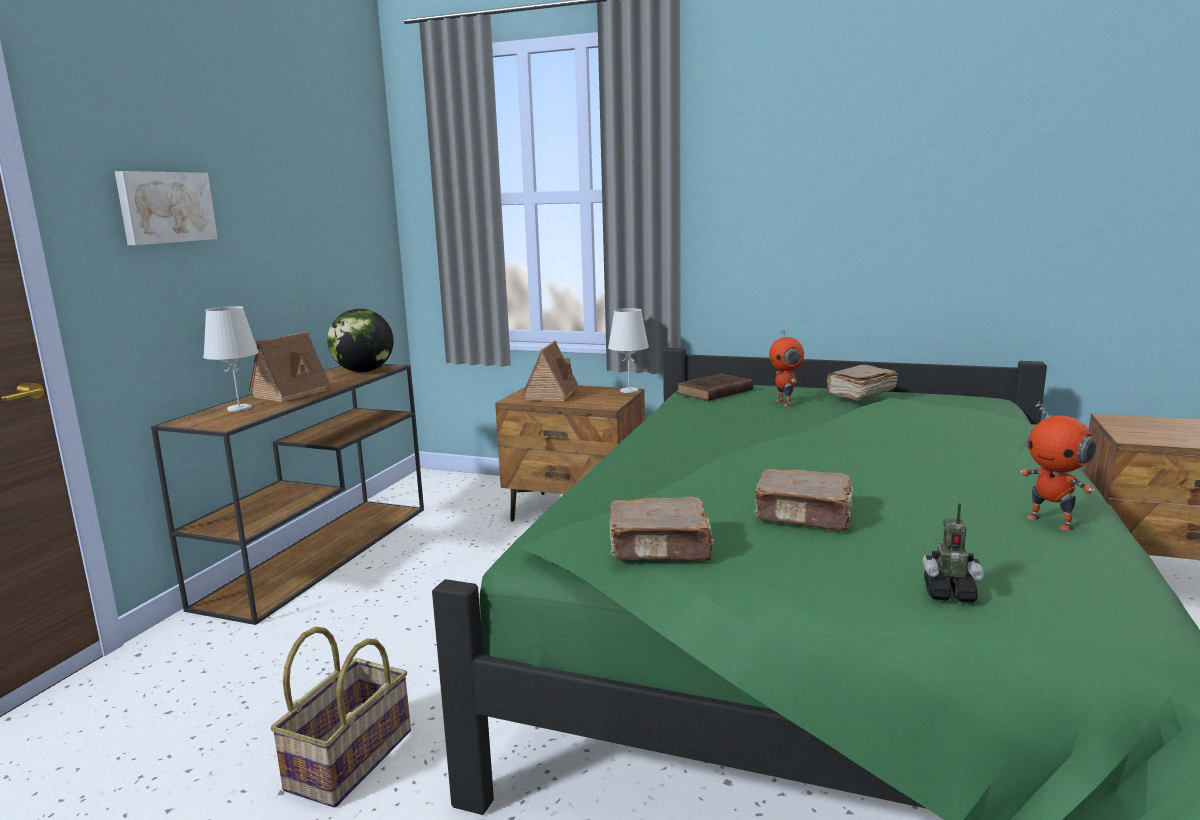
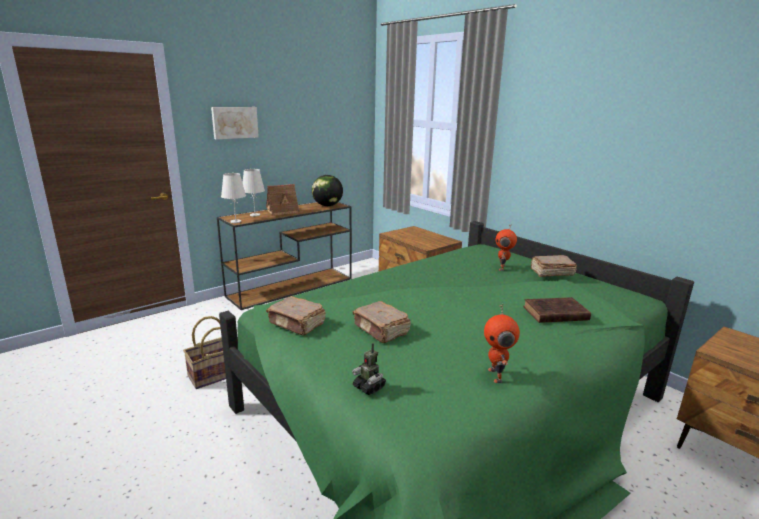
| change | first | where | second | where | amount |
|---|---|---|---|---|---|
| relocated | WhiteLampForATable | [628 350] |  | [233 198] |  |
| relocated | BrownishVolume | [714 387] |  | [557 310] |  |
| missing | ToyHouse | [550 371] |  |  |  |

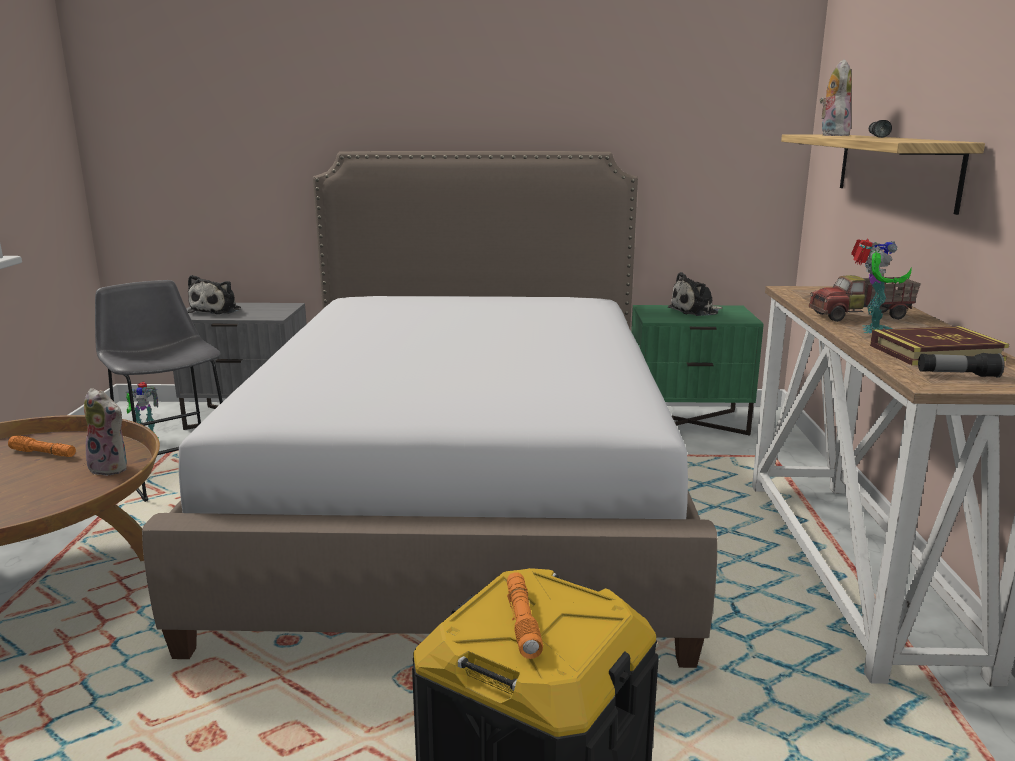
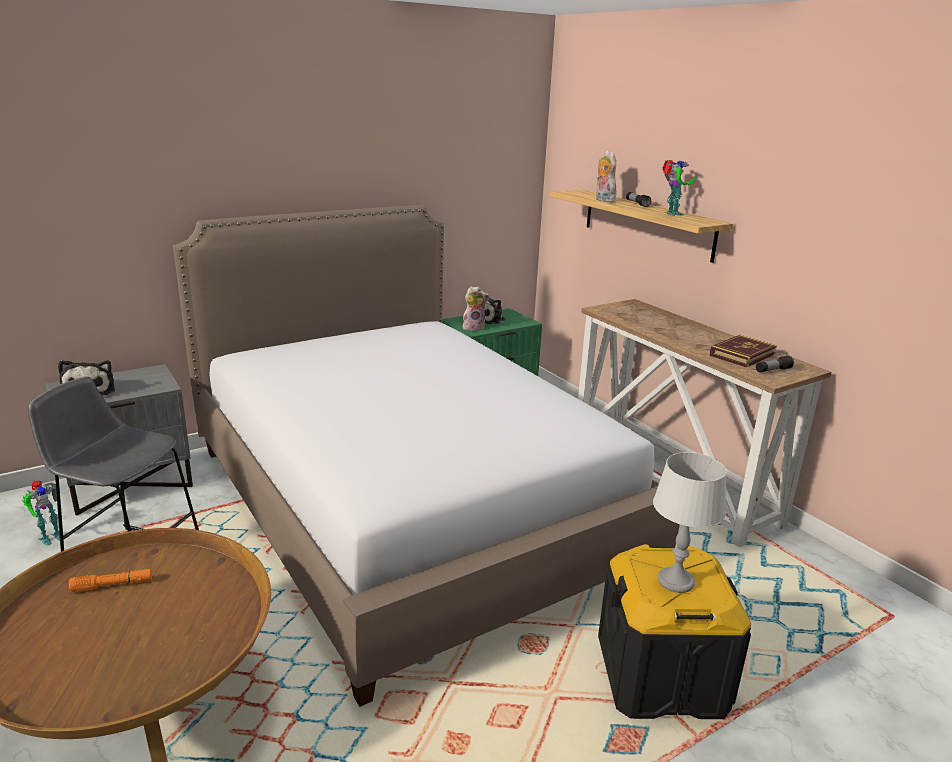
| change | first | where | second | where | amount |
|---|---|---|---|---|---|
| relocated | PlushToy | [105 432] |  | [476 308] |  |
| exchanged | OrangeColouredTorch | [525 615] | GreyishLampForATable | [690 522] |  |
| relocated | ModelRobot | [881 286] |  | [678 188] |  |
| missing | ToyTruck | [865 298] |  |  |  |

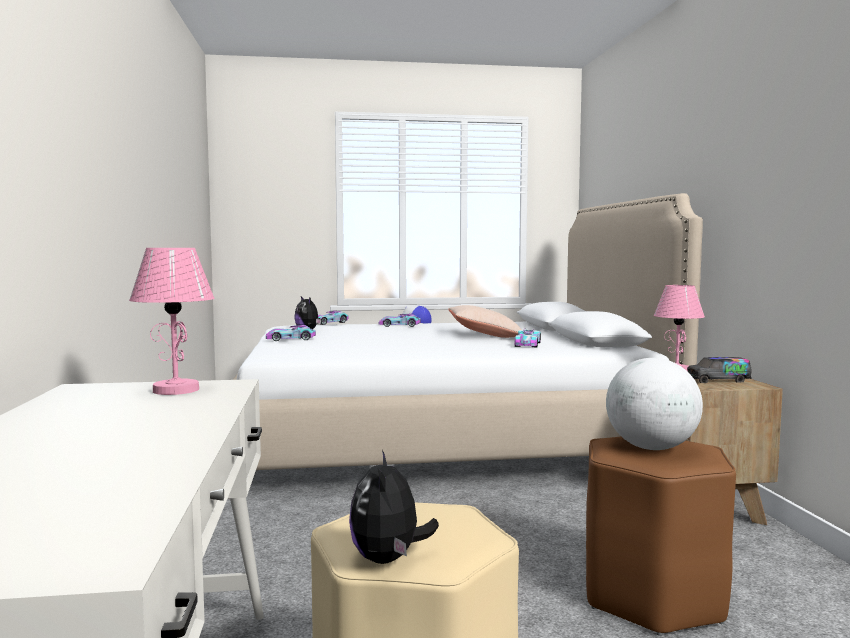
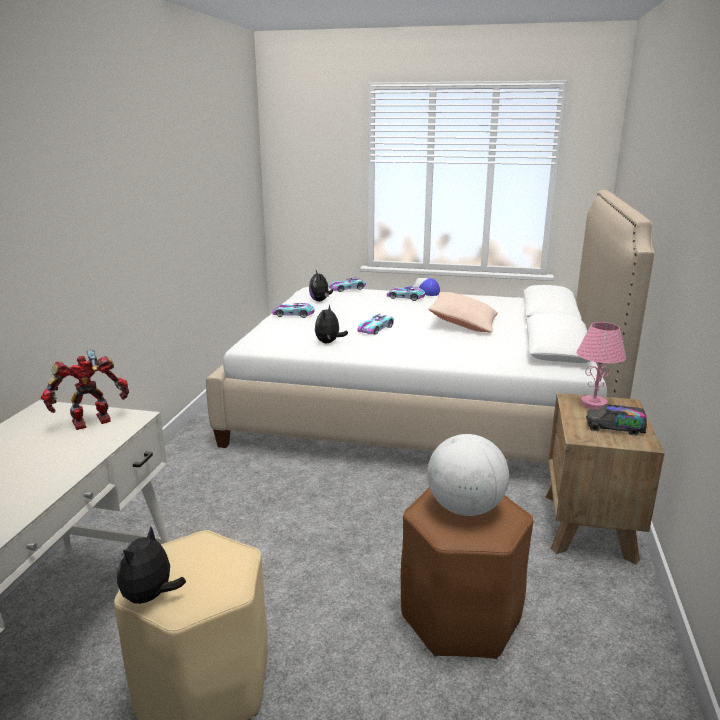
| change | first | where | second | where | amount |
|---|---|---|---|---|---|
| exchanged | PinkLampForATable | [172 321] | ModelRobot | [85 390] |  |
| appeared |  |  | PlushToy | [331 324] |  |
| relocated | MiniatureCar | [527 338] |  | [375 324] |  |

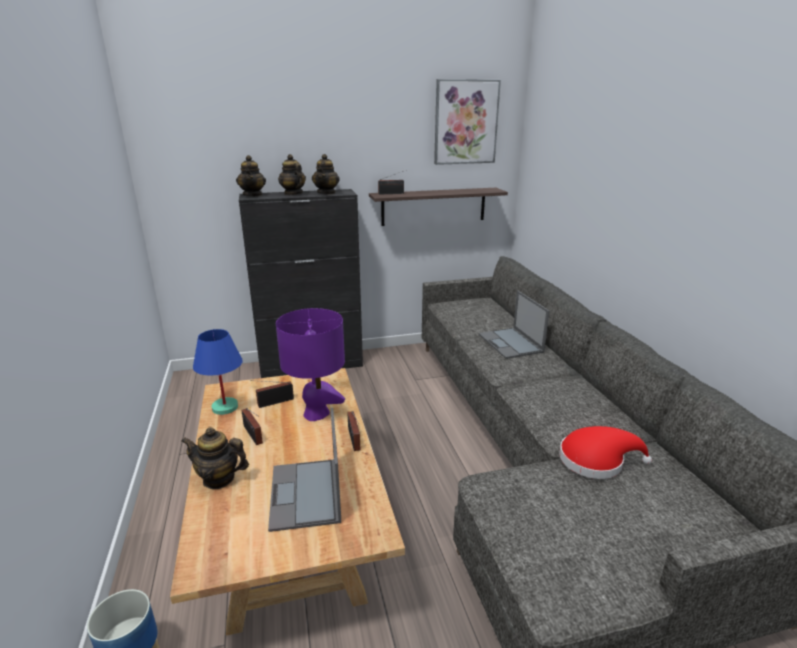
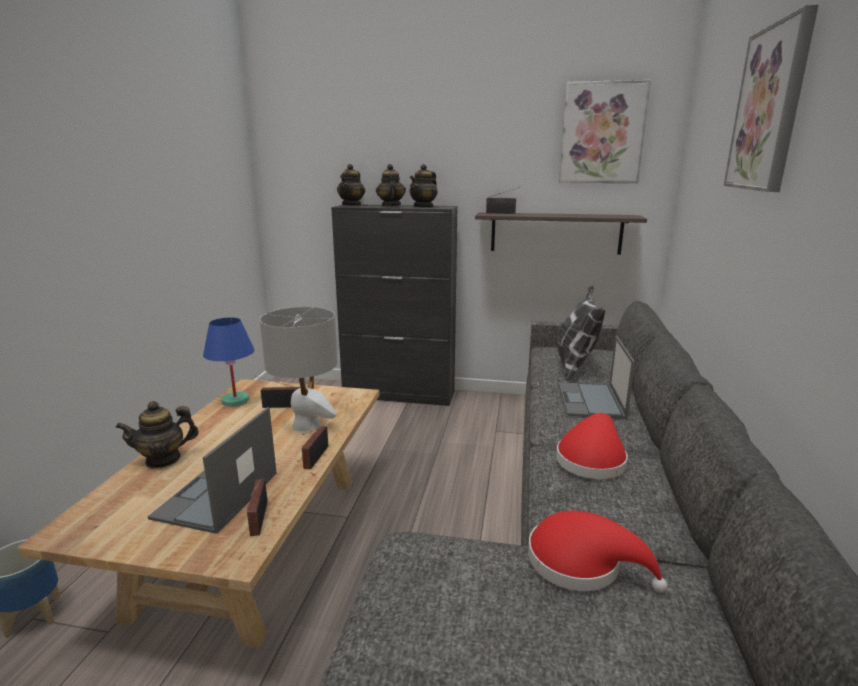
| change | first | where | second | where | amount |
|---|---|---|---|---|---|
| spun | PotForTea | [215 458] |  | [157 434] | 60 degrees counterclockwise |
| relocated | RadioReceiver | [252 426] |  | [257 507] |  |
| colour | PurpleColouredLampForATable | [310 364] | GreyishLampForATable | [299 369] |  |
| appeared |  |  | ReddishClothingHat | [592 446] |  |
| appeared |  |  | Cushion | [581 333] |  |
| appeared |  |  | WallArt | [771 98] |  |

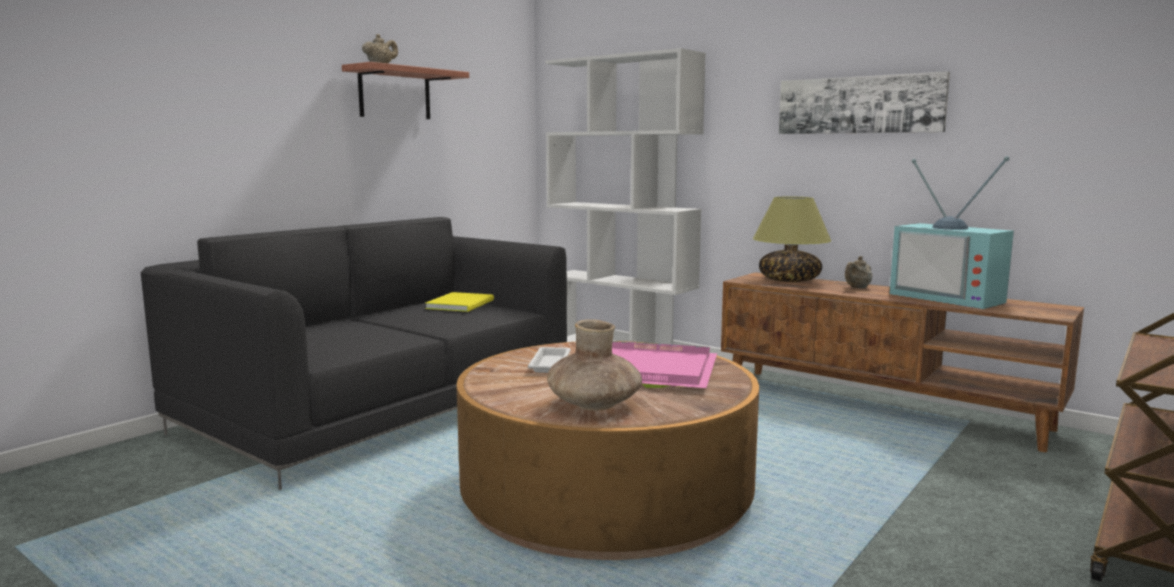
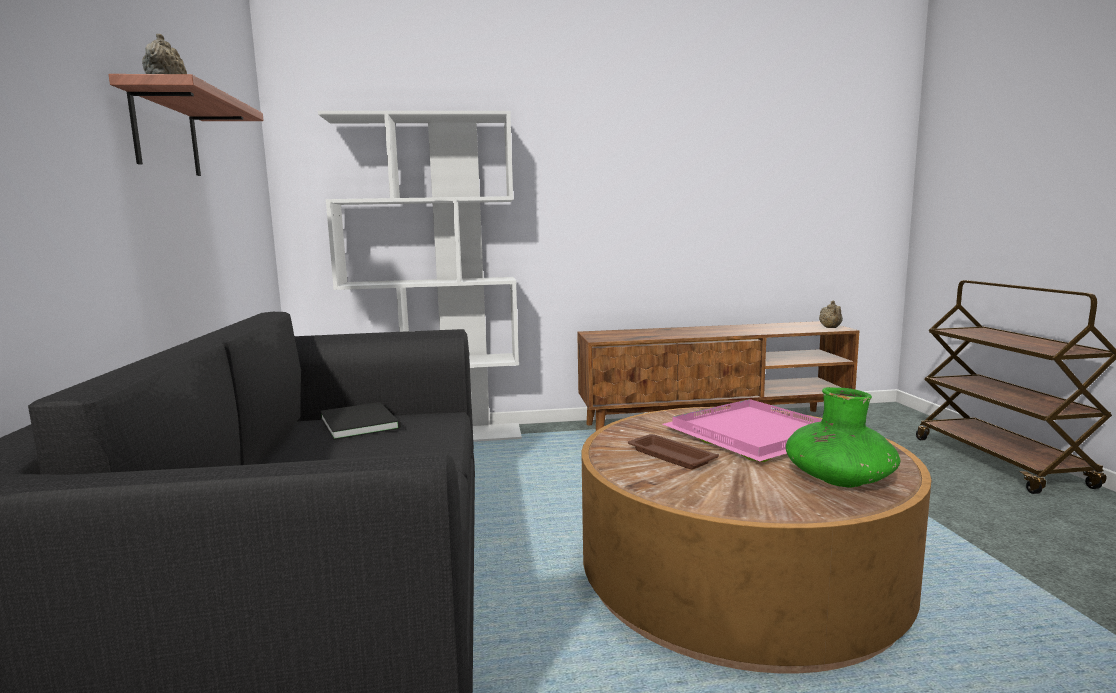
| change | first | where | second | where | amount |
|---|---|---|---|---|---|
| colour | YellowVolume | [459 302] | BlackishVolume | [360 421] |  |
| colour | WhiteTray | [549 360] | BrownishTray | [673 451] |  |
| colour | BrownishVase | [594 365] | GreenVase | [843 437] |  |
| relocated | BeigePotForTea | [858 272] |  | [831 314] |  |
| missing | LampForATable | [792 239] |  |  |  |
| missing | WallArt | [864 102] |  |  |  |
| missing | Tv | [952 232] |  |  |  |

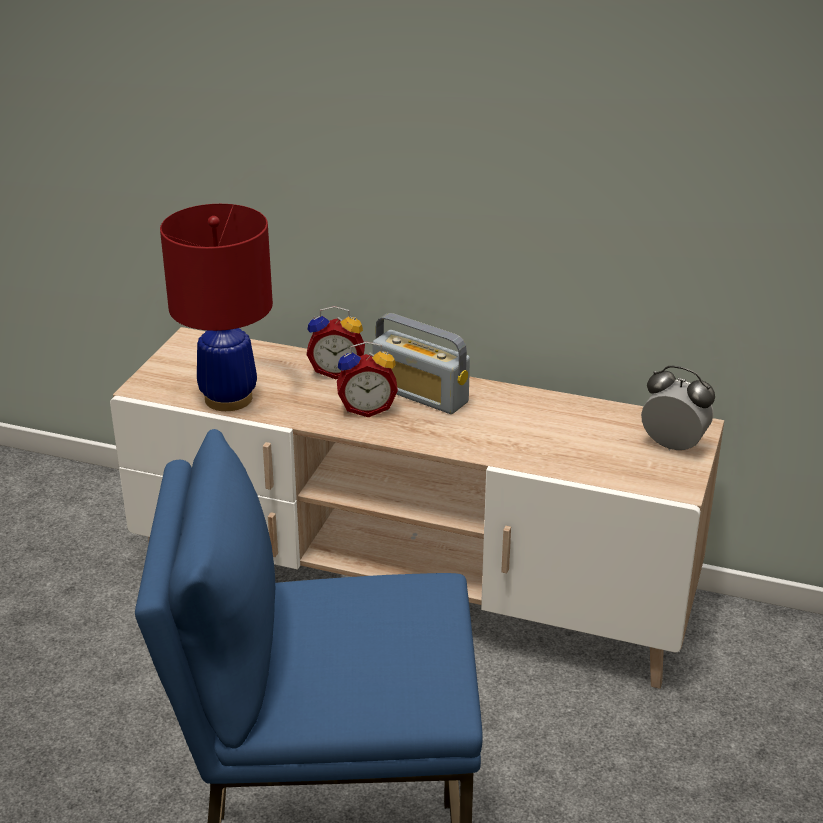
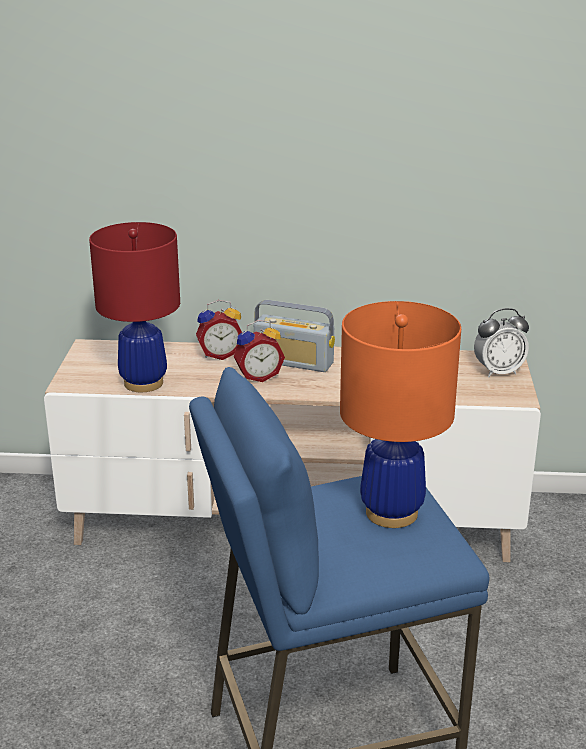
| change | first | where | second | where | amount |
|---|---|---|---|---|---|
| appeared |  |  | OrangeColouredLampForATable | [400 414] |  |
| spun | TableClock | [678 408] |  | [501 343] | 150 degrees clockwise |

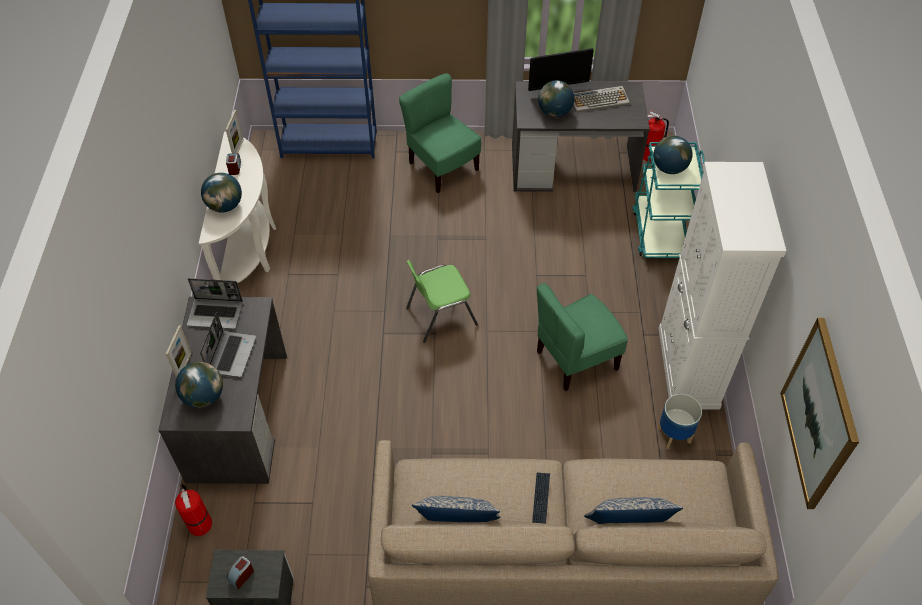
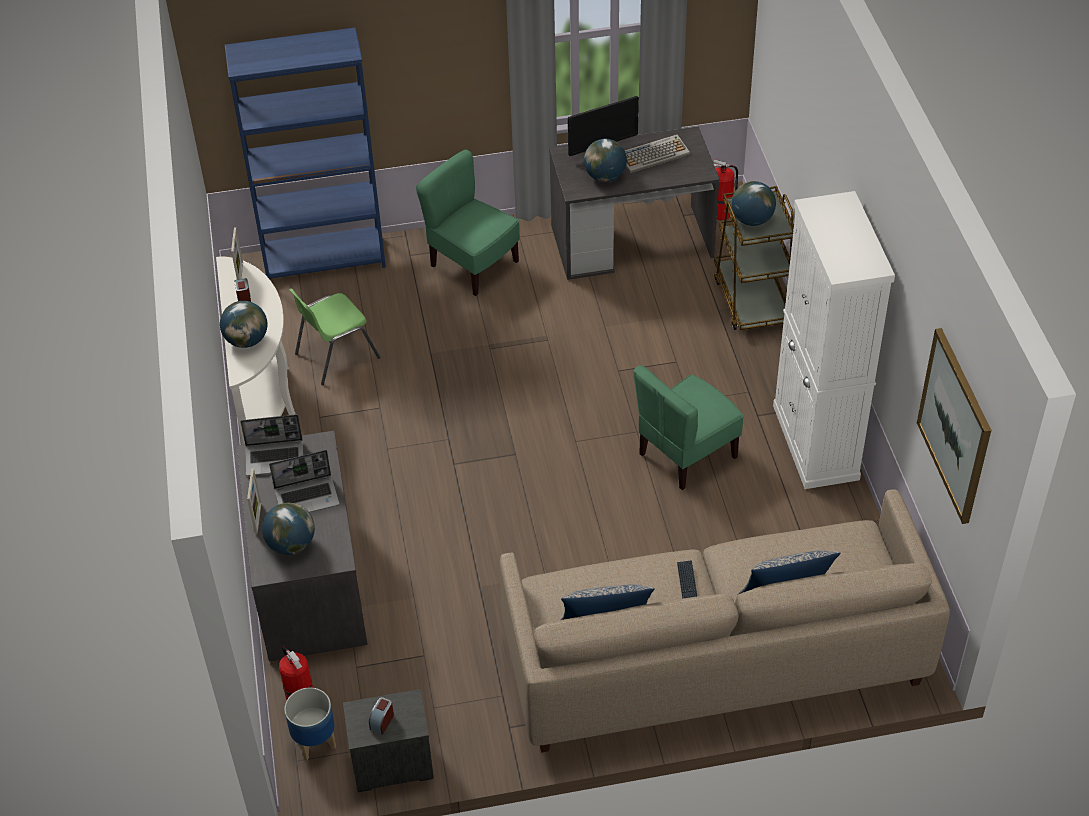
| change | first | where | second | where | amount |
|---|---|---|---|---|---|
| spun | NotebookComputer | [228 344] |  | [304 481] | 75 degrees clockwise |
| relocated | Planter | [680 421] |  | [310 724] |  |
| relocated | GreenPlainChair | [442 301] |  | [335 336] |  |
| colour | BlueGreenCart | [669 200] | BrownishCart | [754 258] |  |

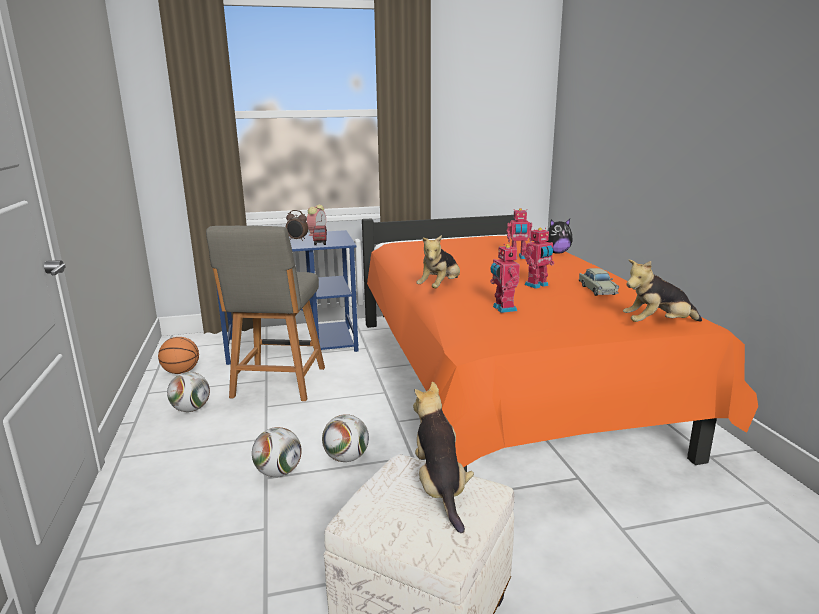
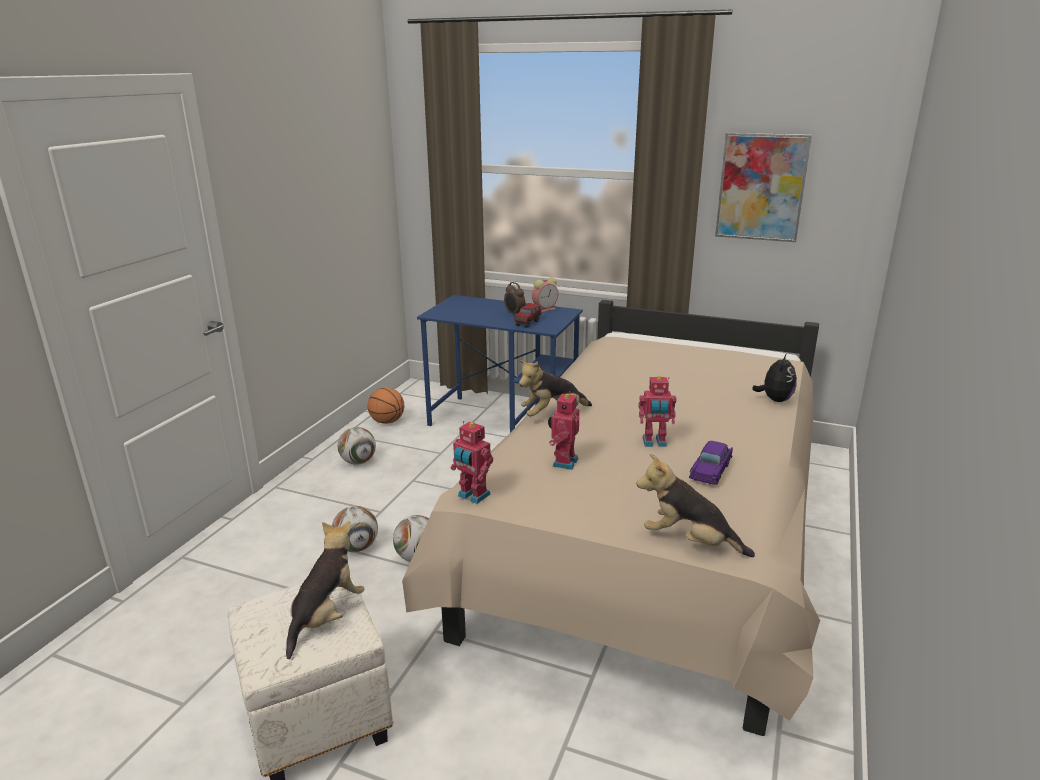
| change | first | where | second | where | amount |
|---|---|---|---|---|---|
| colour | OrangeColouredBedroomBed | [560 343] | BeigeBedroomBed | [611 518] |  |
| relocated | ModelRobot | [519 233] |  | [472 462] |  |
| colour | BeigeMiniatureCar | [599 282] | PurpleColouredMiniatureCar | [711 463] |  |
| appeared |  |  | WallArt | [763 187] |  |
| spun | PlushToy | [559 236] |  | [774 377] | 90 degrees counterclockwise |
| missing | GreyishPlainChair | [265 313] |  |  |  |

